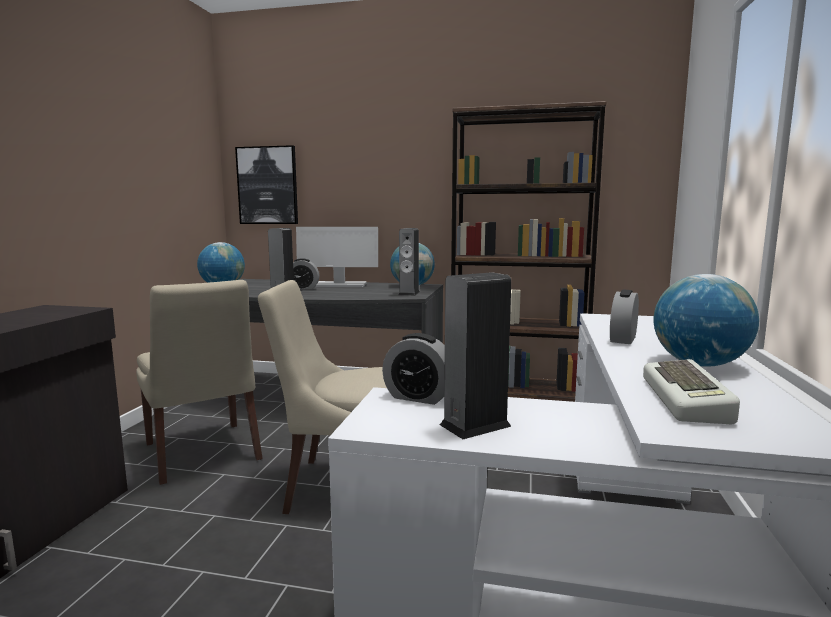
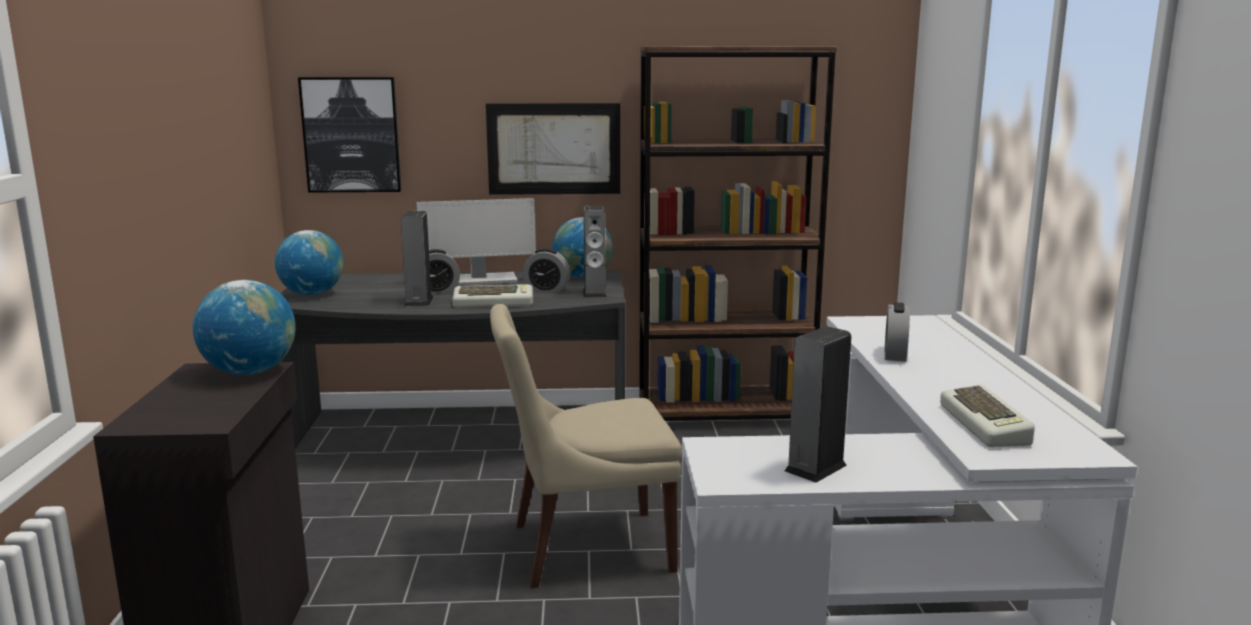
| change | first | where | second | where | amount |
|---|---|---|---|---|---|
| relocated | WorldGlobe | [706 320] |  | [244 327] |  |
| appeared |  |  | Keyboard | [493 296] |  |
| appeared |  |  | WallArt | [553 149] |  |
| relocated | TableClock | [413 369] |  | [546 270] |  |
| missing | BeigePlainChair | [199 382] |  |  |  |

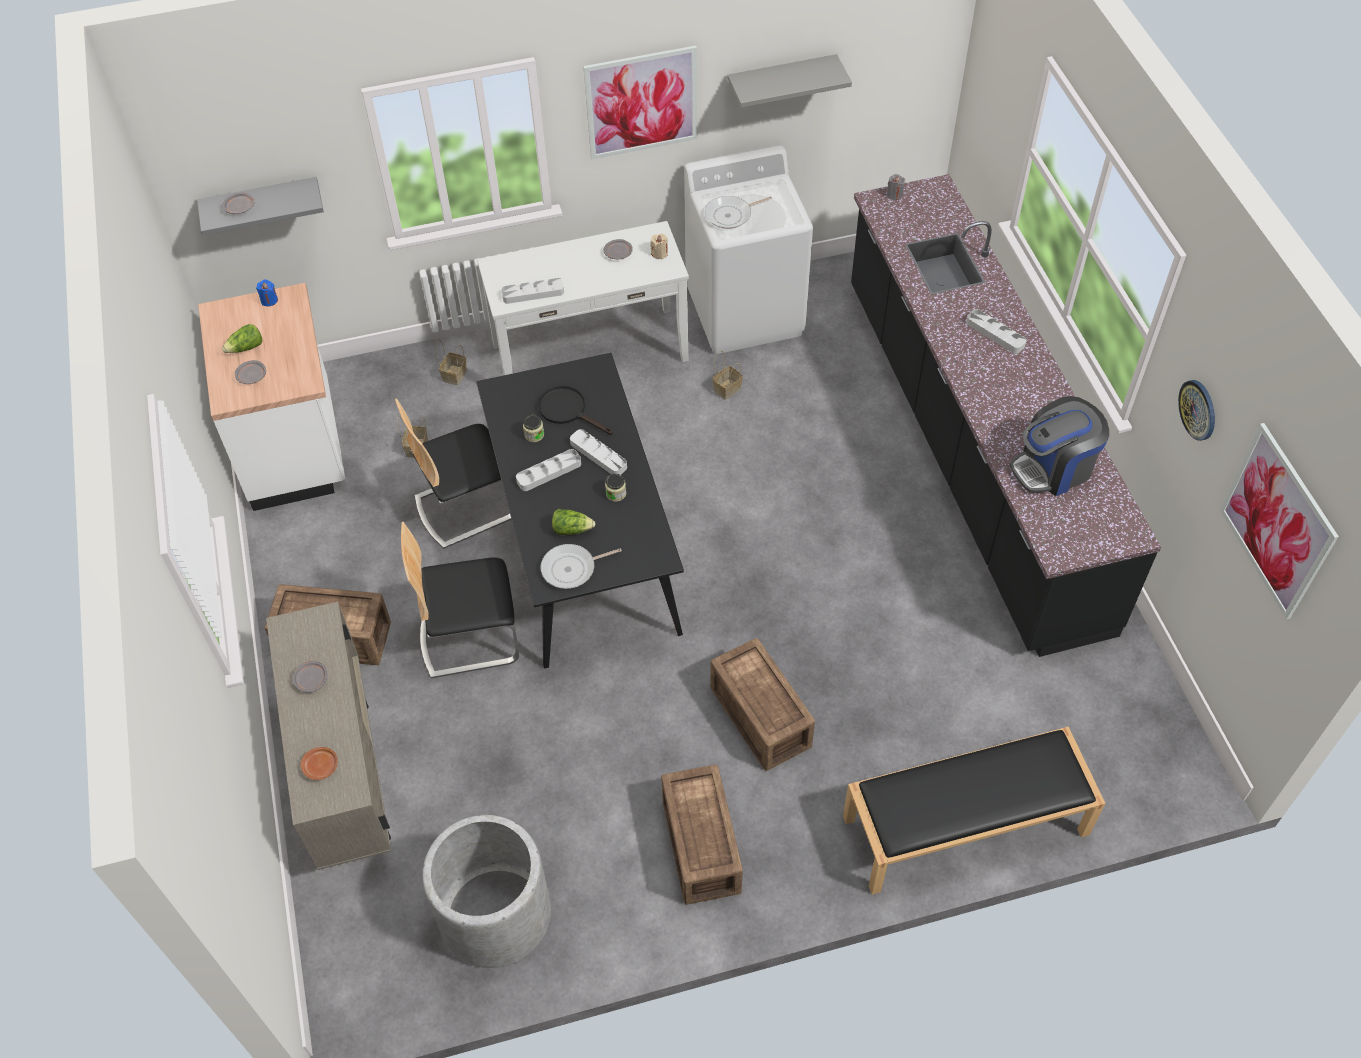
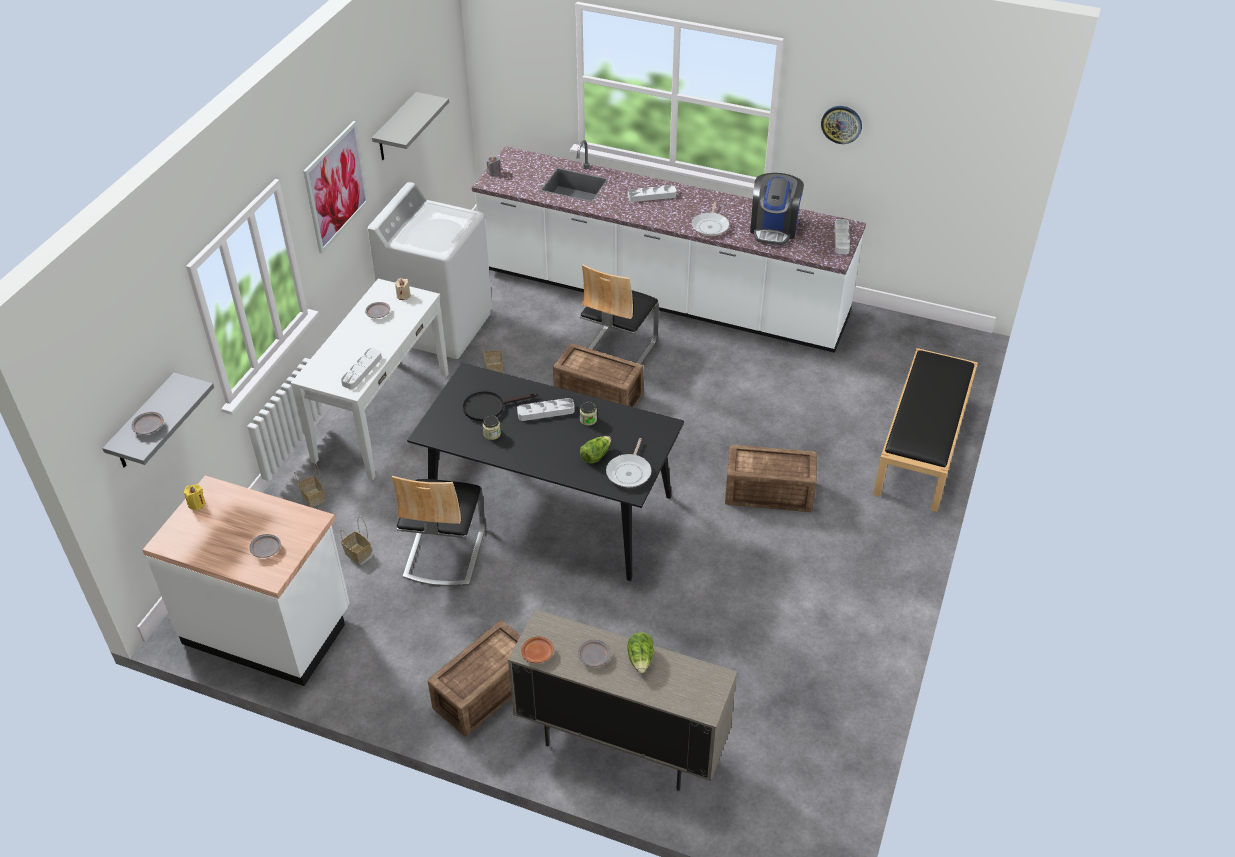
| change | first | where | second | where | amount |
|---|---|---|---|---|---|
| colour | BlueColouredCandle | [267 293] | YellowCandle | [195 497] |  |
| colour | BlackishCounter | [1006 415] | WhiteCounter | [669 246] |  |
| relocated | BrownishPlate | [319 763] |  | [537 649] |  |
| relocated | Crate | [702 834] |  | [598 375] |  |
| relocated | PlainChair | [460 600] |  | [619 314] |  |
| relocated | HeadOfLettuce | [242 338] |  | [640 652] |  |
| relocated | Skillet | [738 212] |  | [710 218] |  |
| relocated | GreyishTray | [548 470] |  | [842 236] |  |
| missing | GreyishPlanter | [486 891] |  |  |  |
| missing | WallArt | [1279 521] |  |  |  |

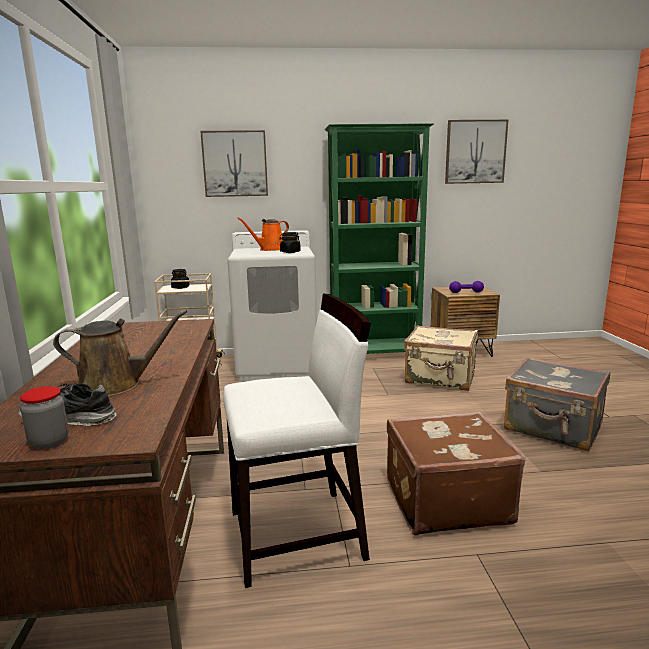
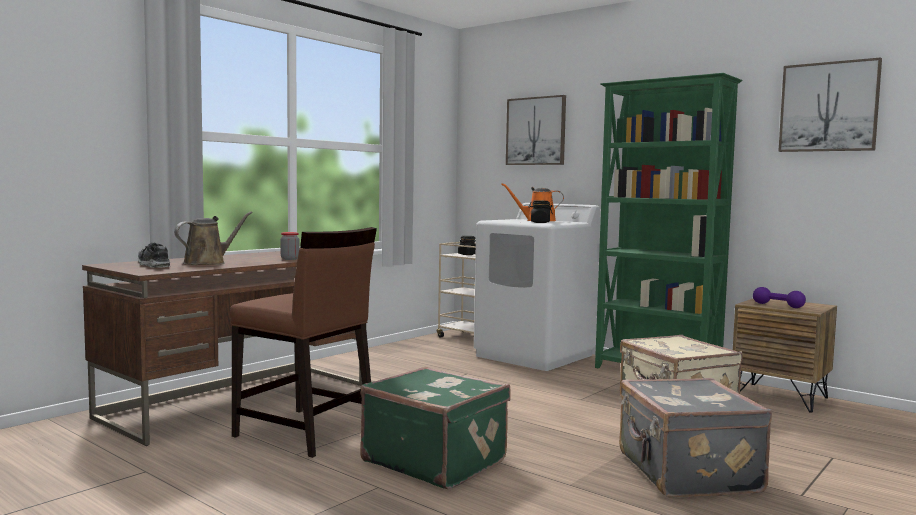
| change | first | where | second | where | amount |
|---|---|---|---|---|---|
| spun | BrownishWateringPot | [120 353] |  | [213 238] | 90 degrees counterclockwise |
| colour | WhitePlainChair | [297 441] | BrownishPlainChair | [303 342] |  |
| relocated | StorageJar | [44 417] |  | [289 246] |  |
| colour | BrownishSuitcase | [456 473] | GreenSuitcase | [435 428] |  |

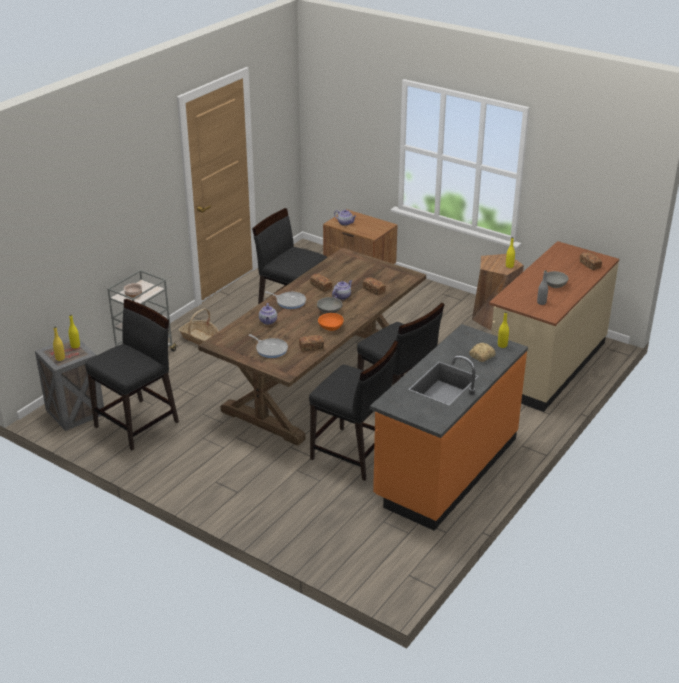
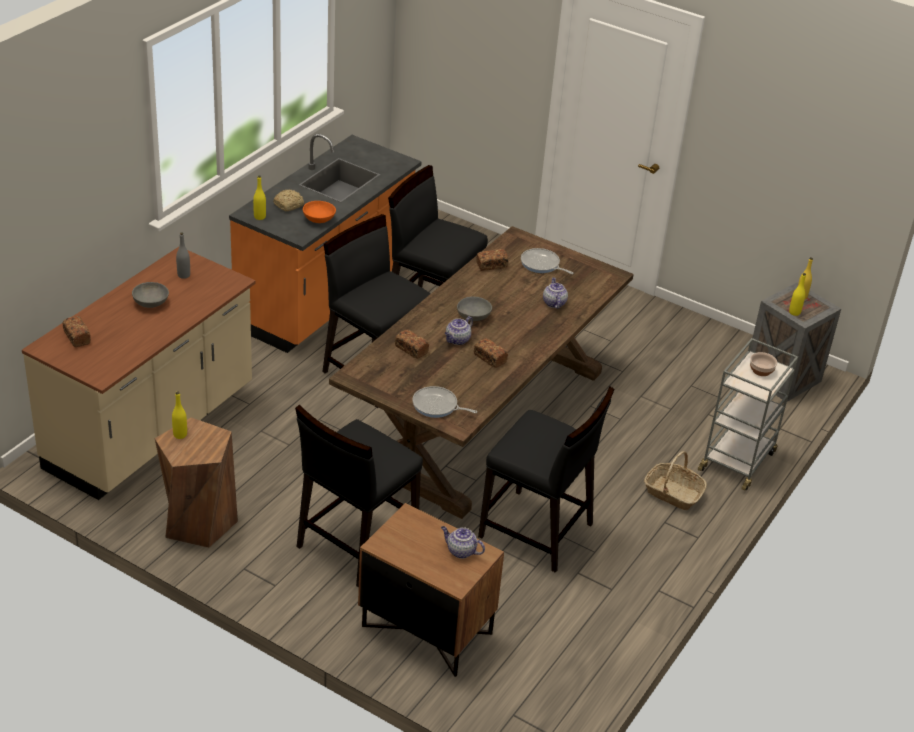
| change | first | where | second | where | amount |
|---|---|---|---|---|---|
| relocated | BlackishPlainChair | [132 374] |  | [359 496] |  |
| relocated | OrangeColouredServingBowl | [331 322] |  | [319 212] |  |
| relocated | Skillet | [285 300] |  | [444 402] |  |

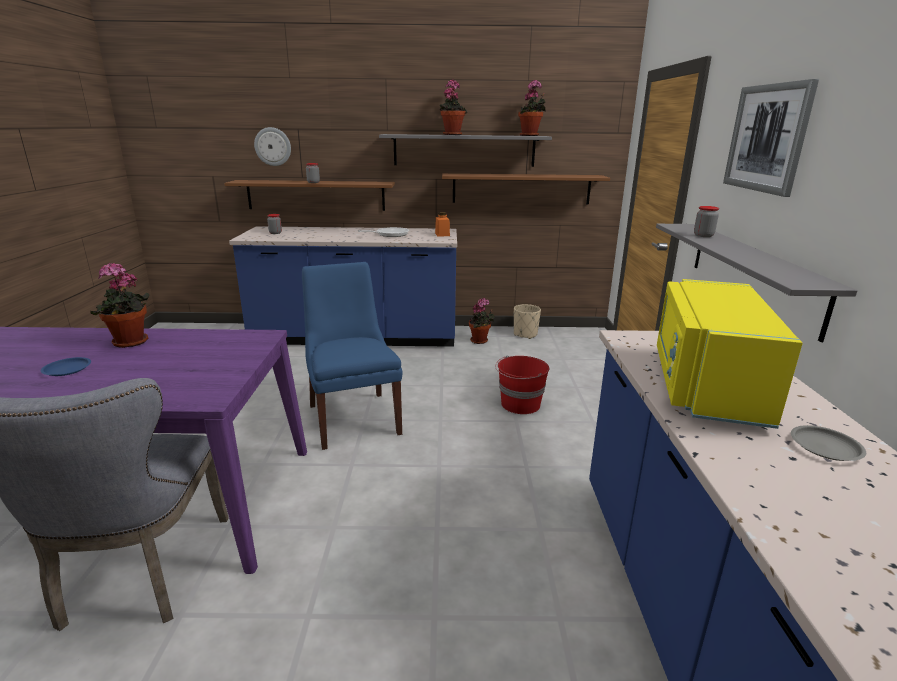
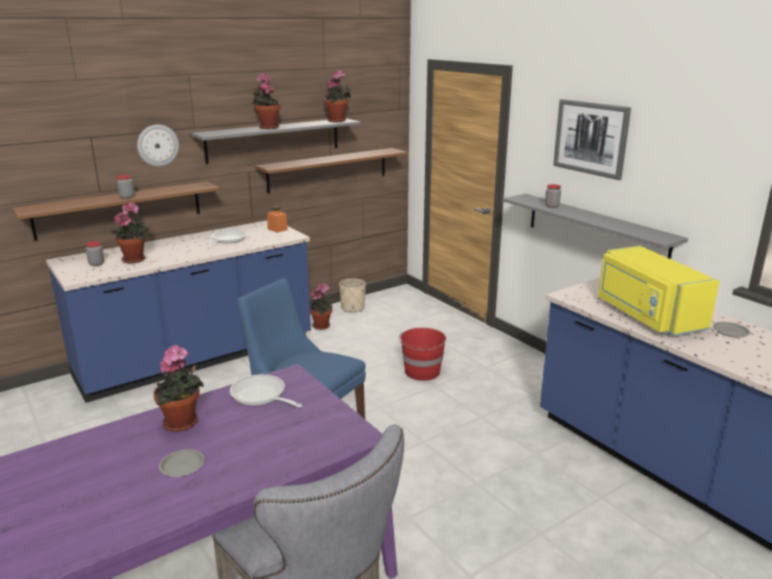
| change | first | where | second | where | amount |
|---|---|---|---|---|---|
| appeared |  |  | PottedPlant | [130 232] |  |
| relocated | ClockOnTheWall | [272 146] |  | [158 146] |  |
| colour | BlueColouredPlate | [66 366] | GreyishPlate | [182 463] |  |
| appeared |  |  | Skillet | [266 391] |  |

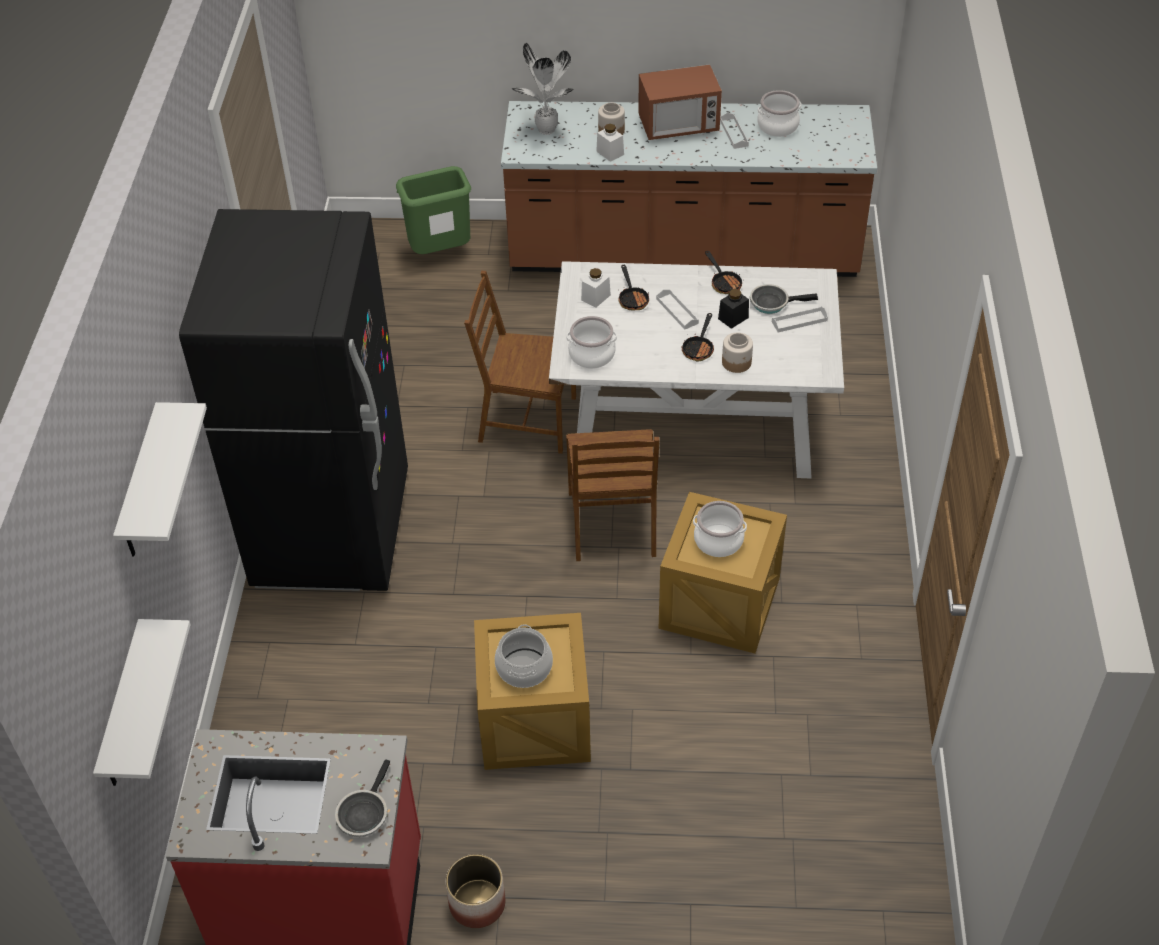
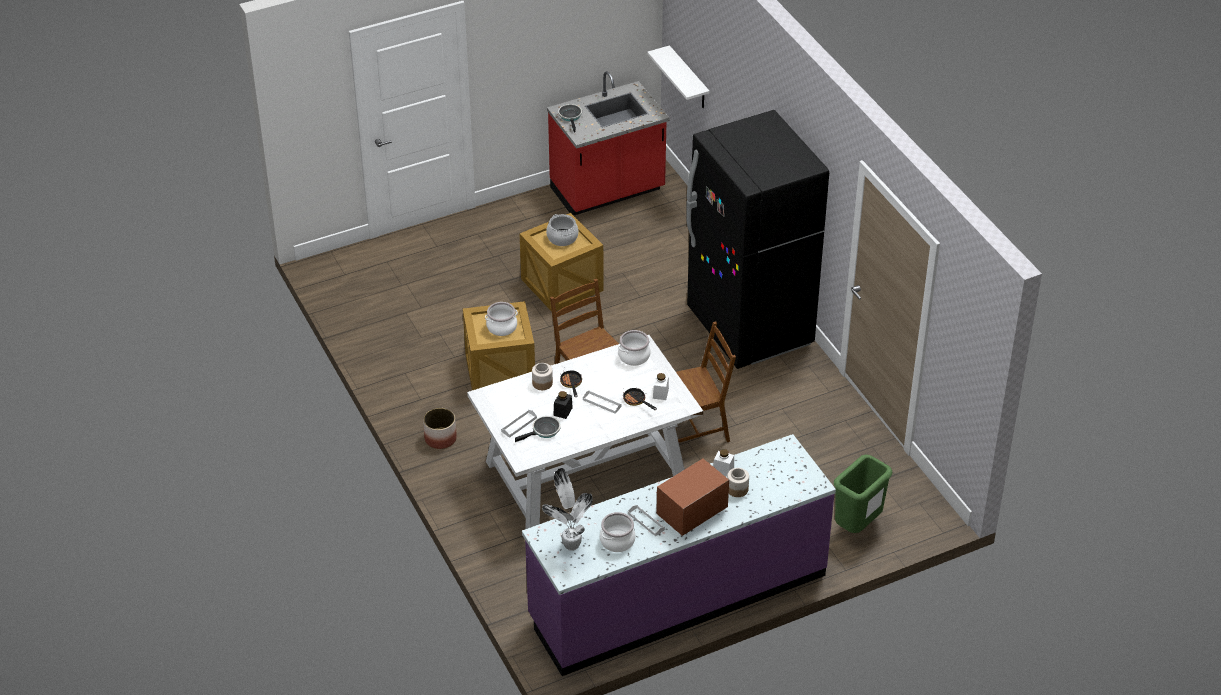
| change | first | where | second | where | amount |
|---|---|---|---|---|---|
| relocated | Planter | [475 891] |  | [440 428] |  |
| colour | BrownishCounter | [689 189] | PurpleColouredCounter | [679 555] |  |
| relocated | PottedPlant | [543 89] |  | [567 509] |  |
| missing | WhiteShelf | [160 479] |  |  |  |
| missing | Skillet | [724 272] |  |  |  |

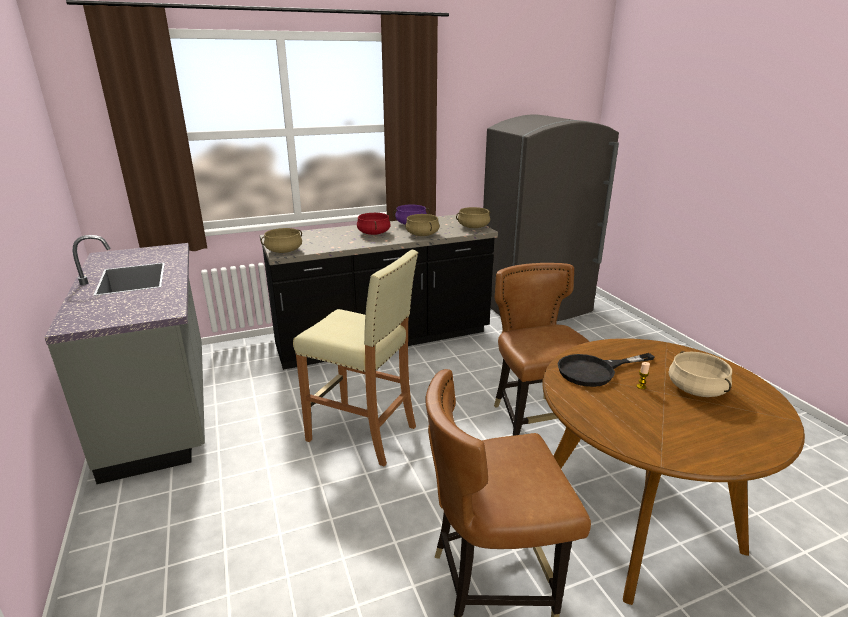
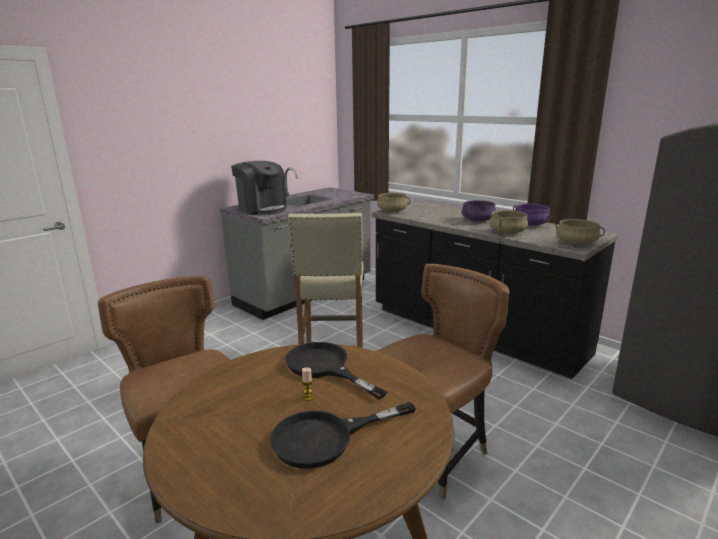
| change | first | where | second | where | amount |
|---|---|---|---|---|---|
| appeared |  |  | CoffeeBrewer | [259 188] |  |
| exchanged | BeigeSaucepot | [700 374] | BlackishSkillet | [343 435] |  |
| colour | ReddishSaucepot | [374 224] | PurpleColouredSaucepot | [478 210] |  |

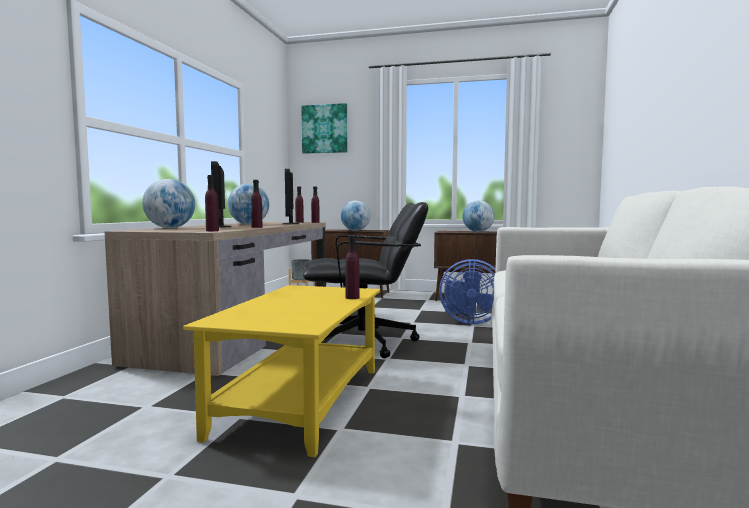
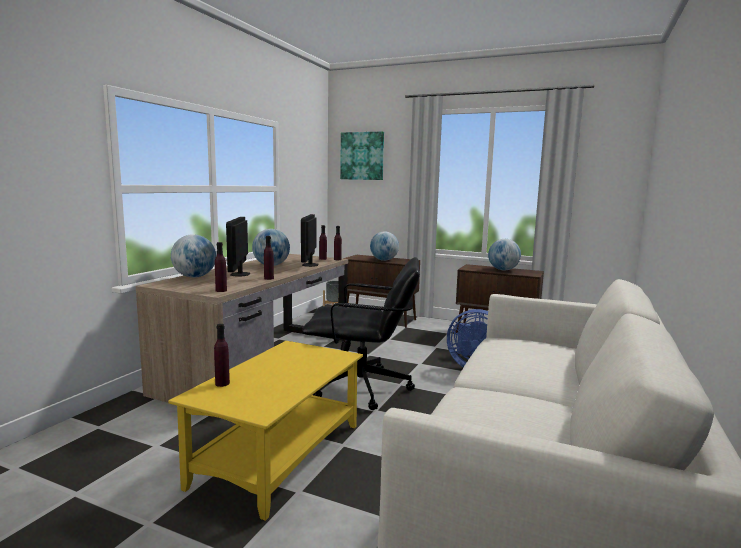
| change | first | where | second | where | amount |
|---|---|---|---|---|---|
| relocated | PurpleColouredBeverageBottle | [352 267] |  | [222 355] |  |

